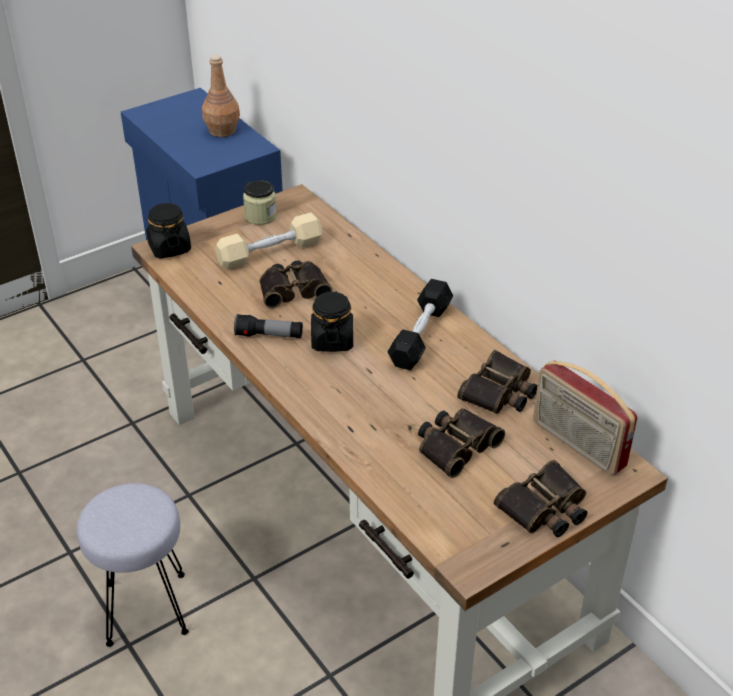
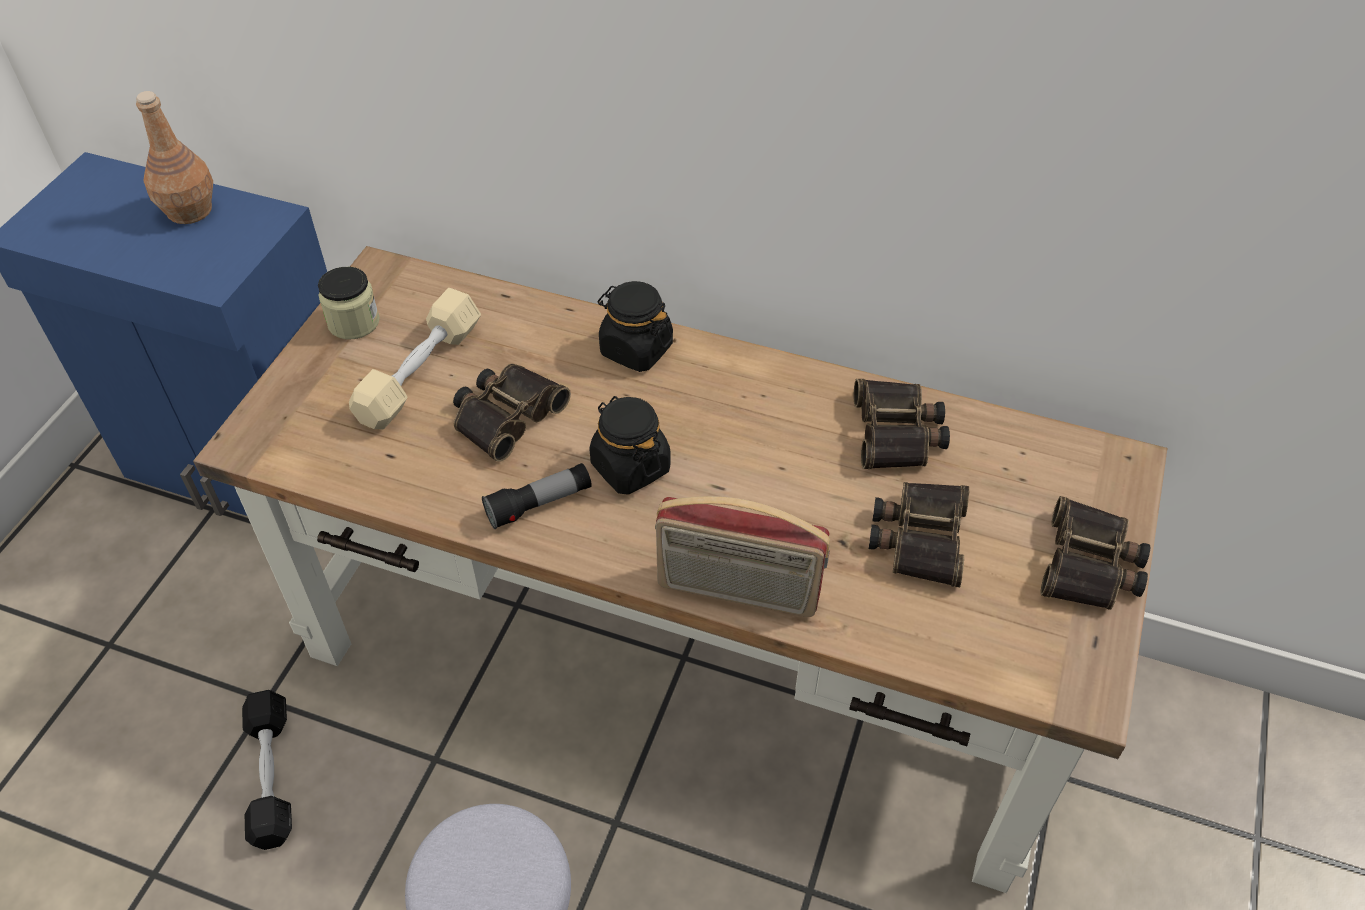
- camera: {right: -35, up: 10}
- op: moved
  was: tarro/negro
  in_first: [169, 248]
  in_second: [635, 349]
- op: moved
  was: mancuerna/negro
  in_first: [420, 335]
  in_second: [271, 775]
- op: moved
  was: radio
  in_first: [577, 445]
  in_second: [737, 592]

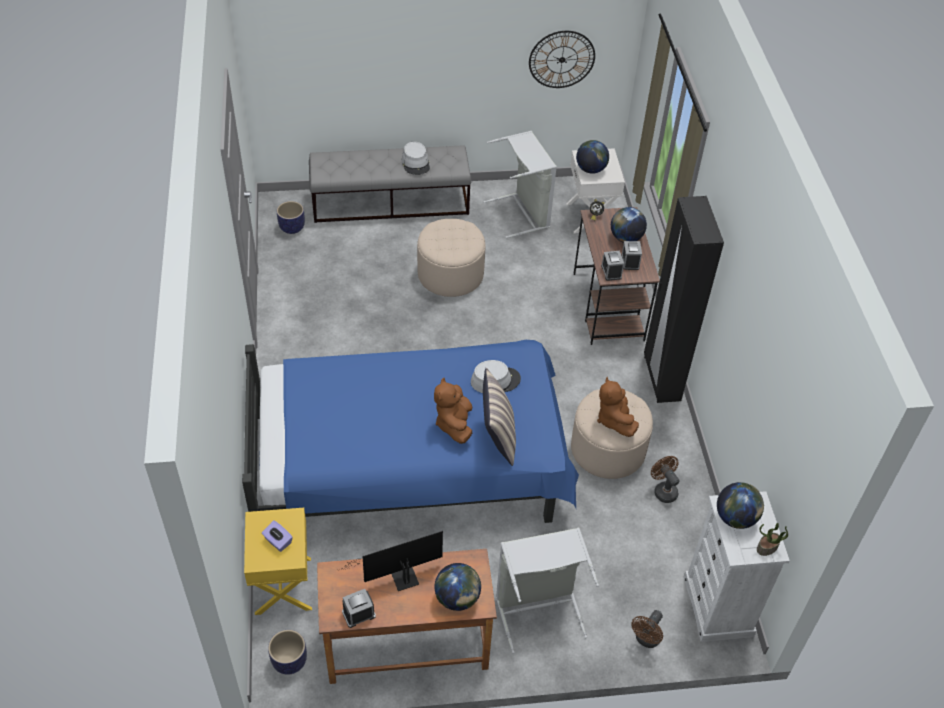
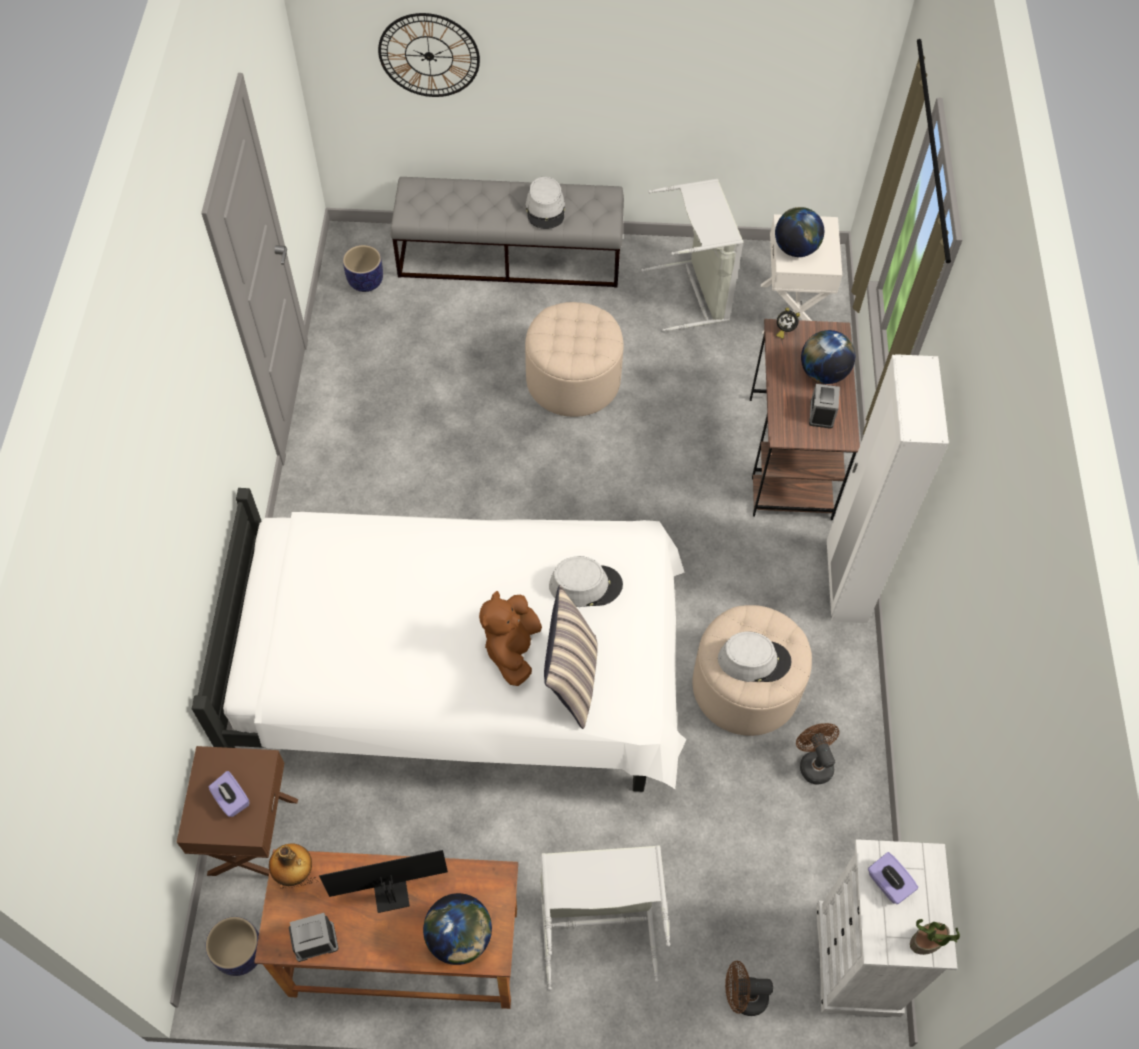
- camera: {right: 10, up: 10}
- op: moved
  was: reloj de pared
  in_first: [562, 59]
  in_second: [429, 55]
- op: recoloured
  was: armario ropero/negro
  now: armario ropero/blanco
  in_first: [661, 378]
  in_second: [845, 583]
- op: removed
  was: despertador
  in_first: [611, 272]
- op: recoloured
  was: cama/azul
  now: cama/blanco
  in_first: [412, 464]
  in_second: [463, 673]
- op: replaced
  was: peluche/marrón
  now: sombrero/gris
  in_first: [614, 419]
  in_second: [754, 660]
- op: replaced
  was: globo terráqueo
  now: caja de pañuelos/morado
  in_first: [735, 518]
  in_second: [888, 883]
- op: recoloured
  was: mesita de noche/amarillo
  now: mesita de noche/marrón
  in_first: [282, 586]
  in_second: [251, 836]
- op: turned
  was: ventilador/marrón
  in_first: [646, 640]
  in_second: [743, 997]
  clockwise: 45
- op: added
  now: botella
  in_second: [294, 872]

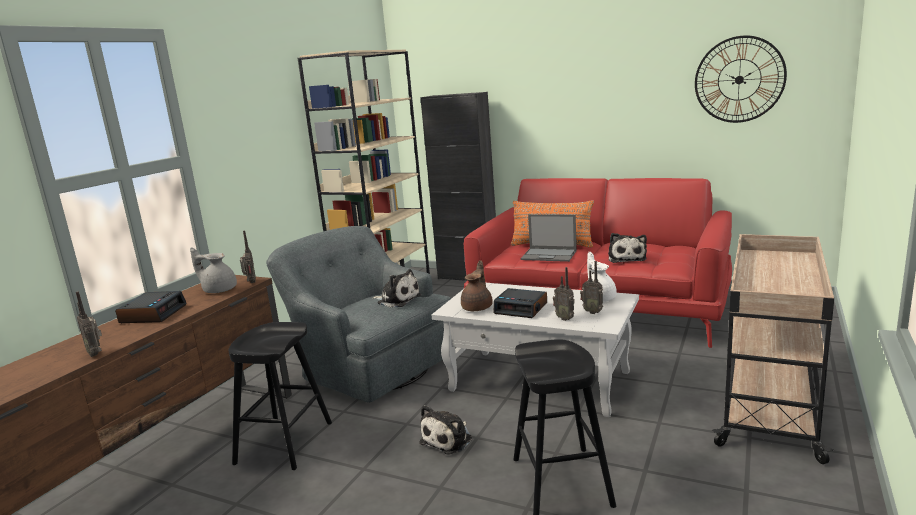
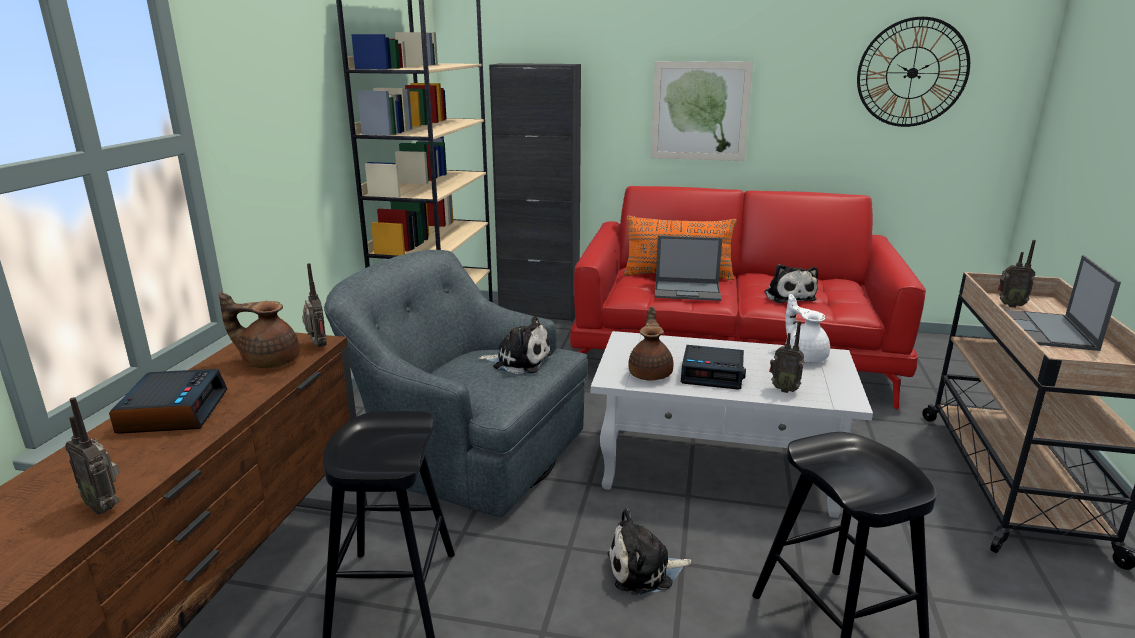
- camera: {right: -15, up: 5}
- op: recoloured
  was: tetera/gris
  now: tetera/marrón
  in_first: [219, 290]
  in_second: [269, 361]
- op: moved
  was: radio
  in_first: [592, 312]
  in_second: [1009, 305]
- op: turned
  was: peluche
  in_first: [448, 440]
  in_second: [644, 570]
  clockwise: 60
- op: added
  now: cuadro
  in_second: [700, 111]
- op: added
  now: portátil
  in_second: [1047, 330]

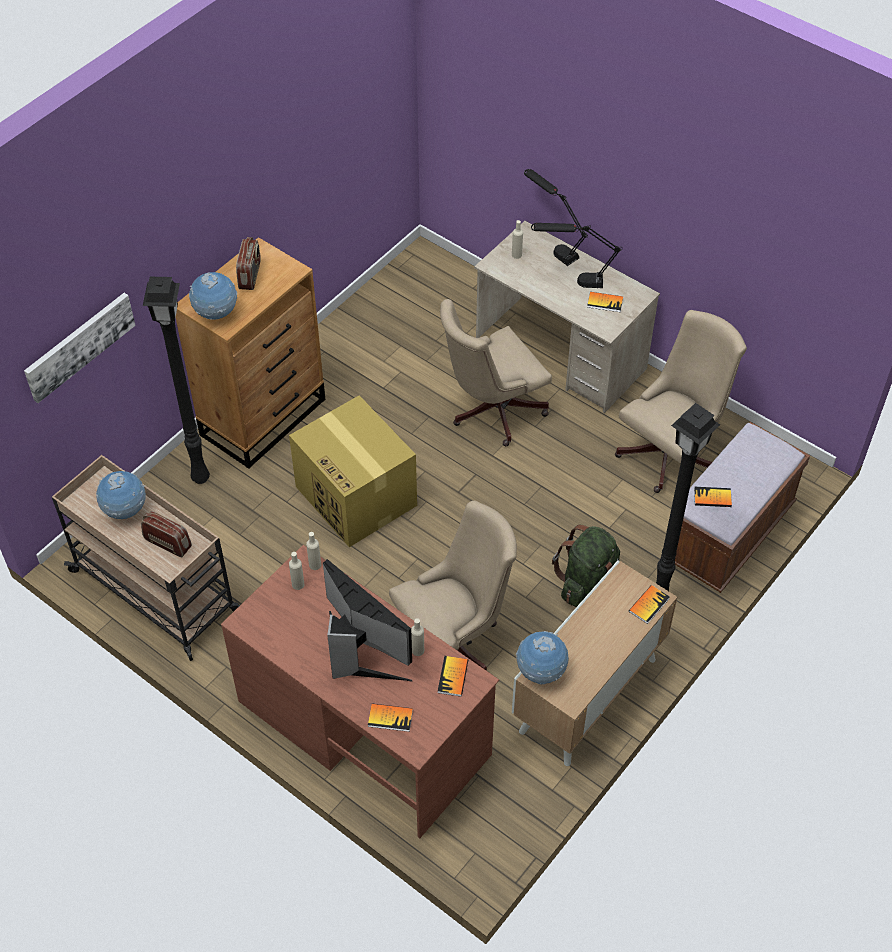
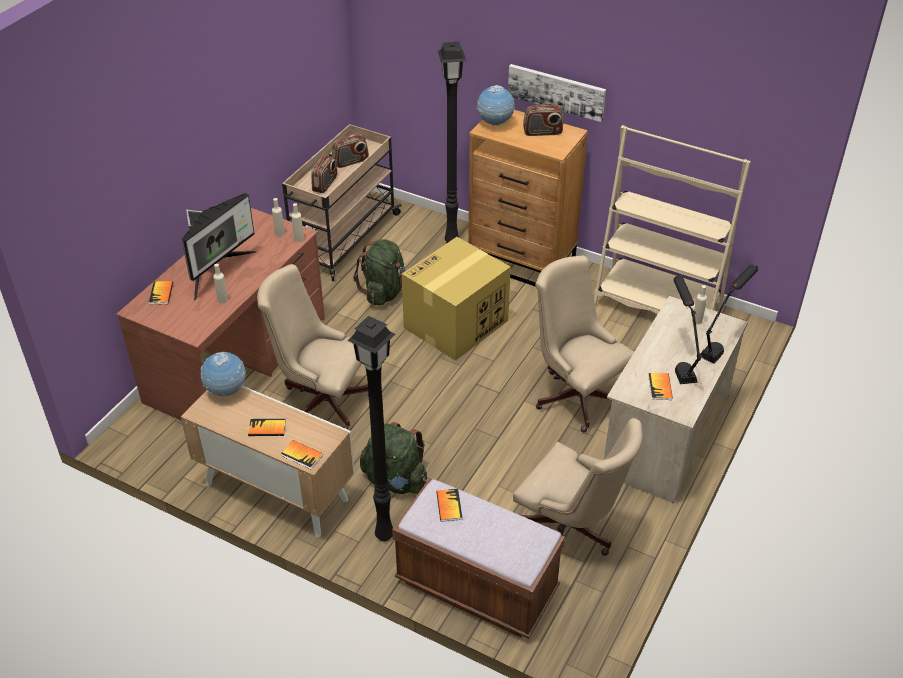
- camera: {right: 80, up: -10}
- op: moved
  was: cuadro
  in_first: [79, 345]
  in_second: [556, 91]
- op: replaced
  was: globo terráqueo
  now: radio
  in_first: [125, 511]
  in_second: [350, 161]
- op: turned
  was: silla de oficina/beis
  in_first: [453, 640]
  in_second: [322, 399]
  clockwise: 150
- op: moved
  was: libro
  in_first: [453, 677]
  in_second: [267, 428]
- op: added
  now: estantería/beis
  in_second: [657, 306]
- op: added
  now: mochila/verde
  in_second: [384, 292]

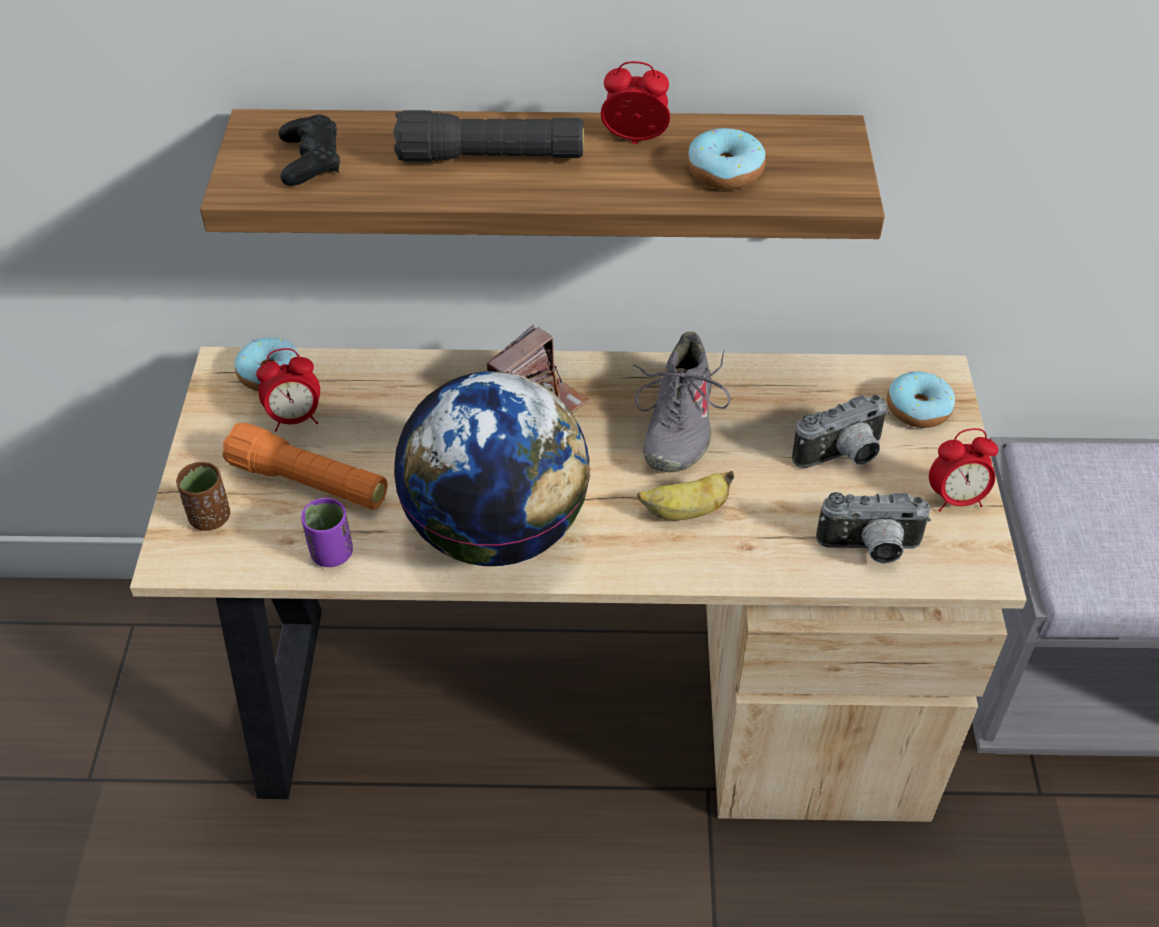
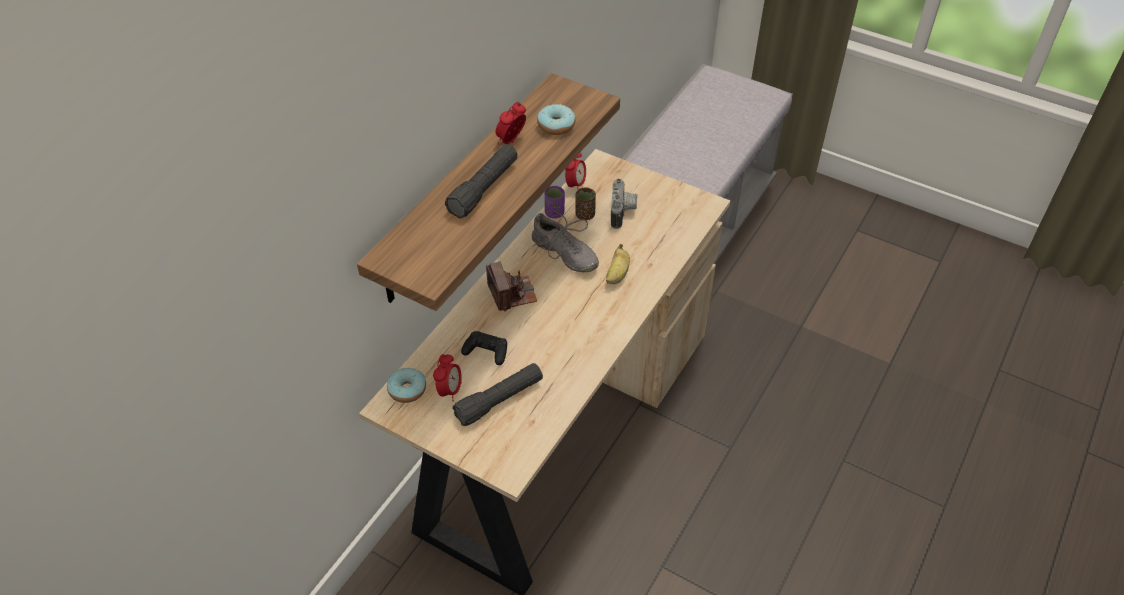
- camera: {right: -60, up: 0}
- op: moved
  was: mando de consola/negro
  in_first: [310, 160]
  in_second: [486, 351]
- op: removed
  was: globo terráqueo
  in_first: [497, 531]
- op: removed
  was: rosquilla
  in_first: [918, 409]
- op: recoloured
  was: linterna/naranja
  now: linterna/negro
  in_first: [309, 483]
  in_second: [499, 400]
- op: moved
  was: despertador
  in_first: [955, 499]
  in_second: [575, 185]
- op: moved
  was: taza/marrón
  in_first: [210, 517]
  in_second: [585, 215]
- op: removed
  was: cámara
  in_first: [870, 550]
- op: moved
  was: taza/morado
  in_first: [332, 553]
  in_second: [554, 213]

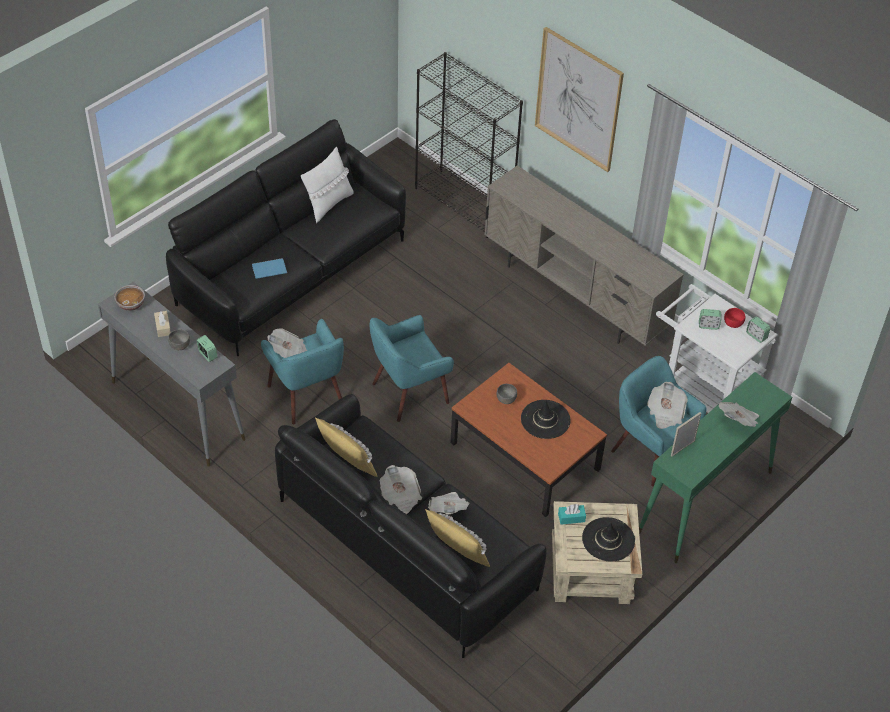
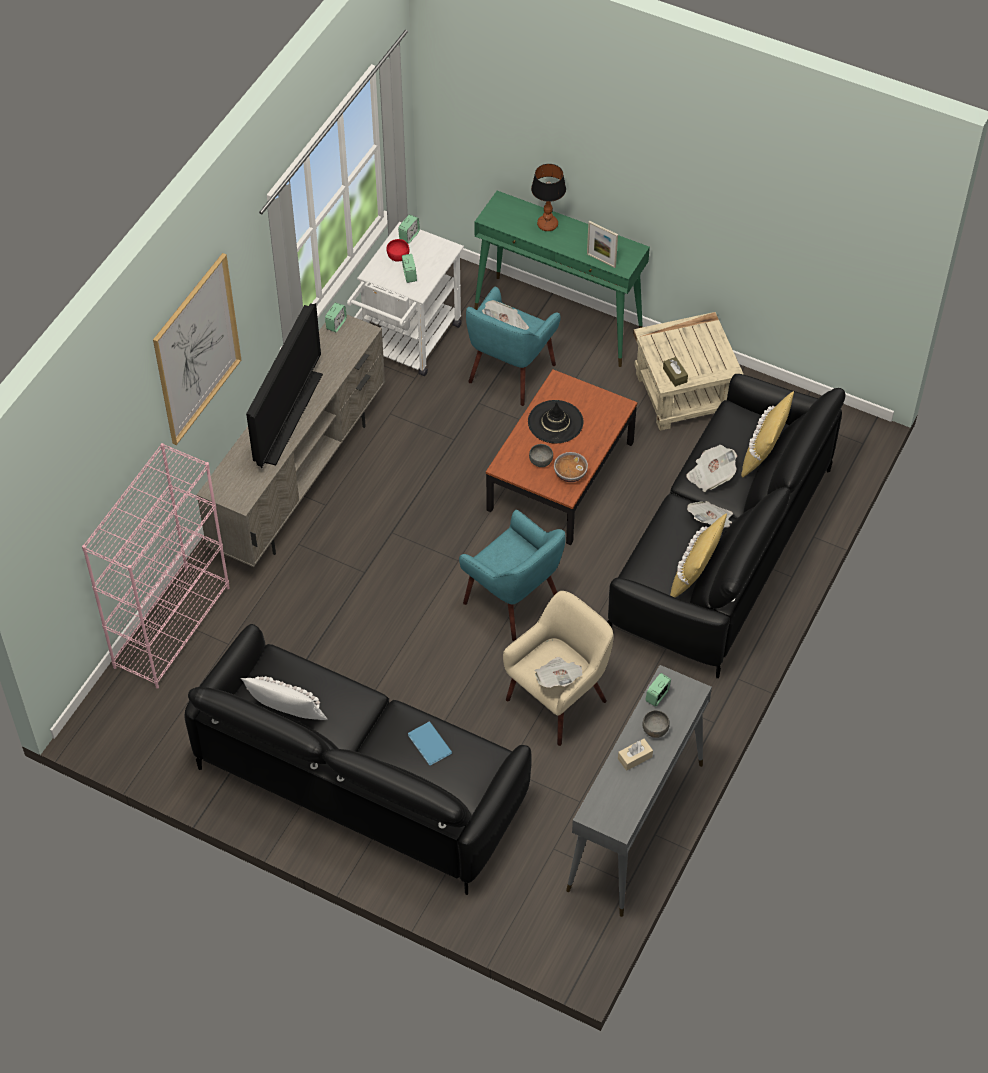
- camera: {right: -105, up: 5}
- op: recoloured
  was: estantería/negro
  now: estantería/rosa
  in_first: [464, 203]
  in_second: [172, 626]
- op: moved
  was: cuenco
  in_first: [131, 304]
  in_second: [570, 474]
- op: recoloured
  was: sillón/turquesa
  now: sillón/beis
  in_first: [307, 395]
  in_second: [558, 700]
- op: replaced
  was: periódico
  now: lámpara de mesa
  in_first: [738, 421]
  in_second: [547, 224]
- op: recoloured
  was: caja de pañuelos/turquesa
  now: caja de pañuelos/marrón
  in_first: [571, 518]
  in_second: [675, 375]
- op: removed
  was: sombrero/negro
  in_first: [608, 539]
- op: added
  now: despertador
  in_second: [336, 324]
- op: added
  now: televisor
  in_second: [288, 416]

